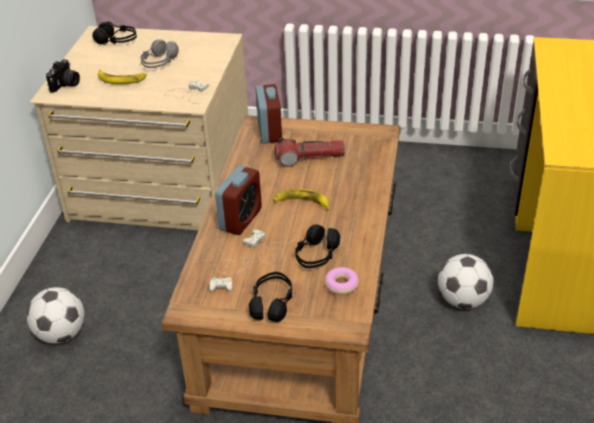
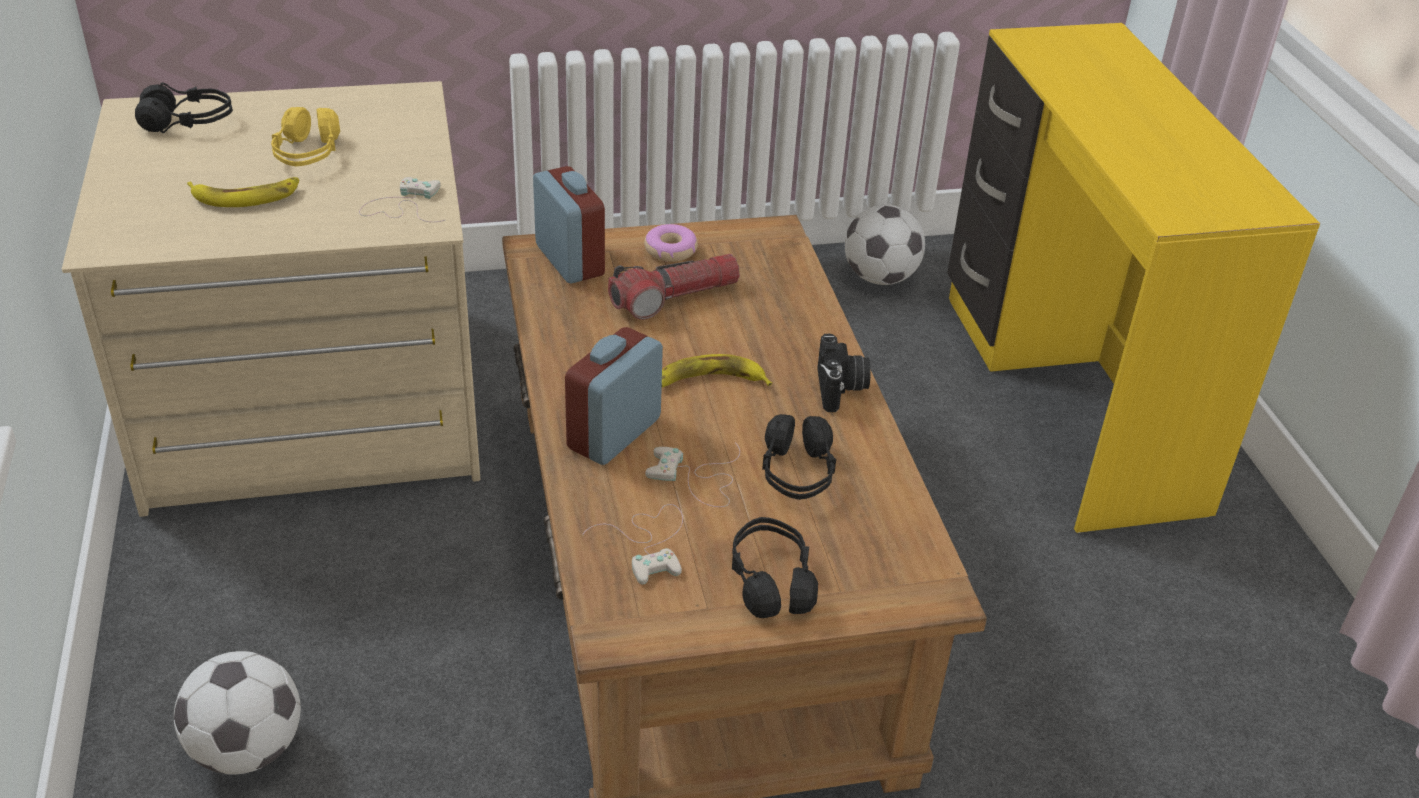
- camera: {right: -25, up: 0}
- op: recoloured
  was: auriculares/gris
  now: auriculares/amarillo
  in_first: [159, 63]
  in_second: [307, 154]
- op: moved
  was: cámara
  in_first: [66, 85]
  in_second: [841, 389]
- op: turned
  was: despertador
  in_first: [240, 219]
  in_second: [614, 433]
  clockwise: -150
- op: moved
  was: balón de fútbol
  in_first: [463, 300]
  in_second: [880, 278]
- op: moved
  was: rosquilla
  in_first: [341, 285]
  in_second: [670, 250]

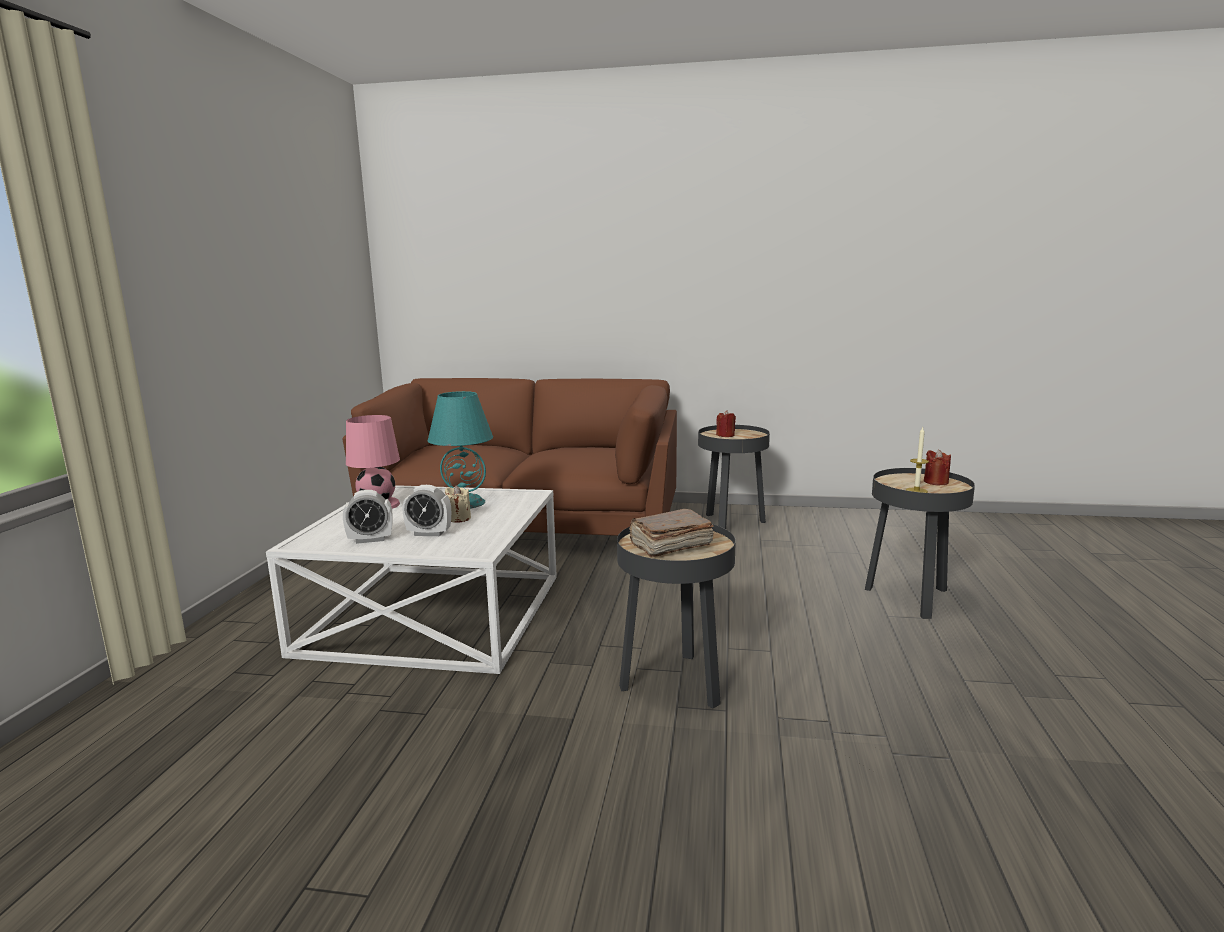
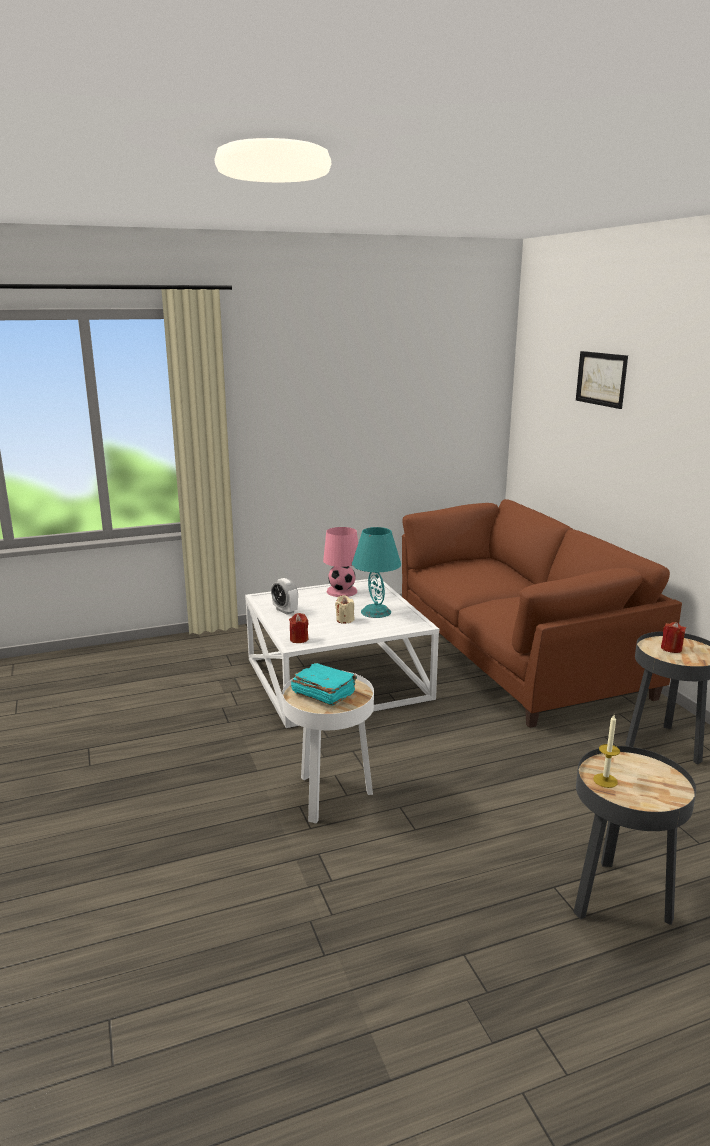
- camera: {right: 60, up: 5}
- op: moved
  was: vela/rojo
  in_first: [936, 482]
  in_second: [299, 639]
- op: removed
  was: despertador
  in_first: [429, 533]
- op: recoloured
  was: libro/marrón
  now: libro/turquesa
  in_first: [669, 546]
  in_second: [323, 693]
- op: recoloured
  was: mesa auxiliar/negro
  now: mesa auxiliar/blanco
  in_first: [675, 682]
  in_second: [330, 796]
- op: added
  now: cuadro
  in_second: [601, 379]

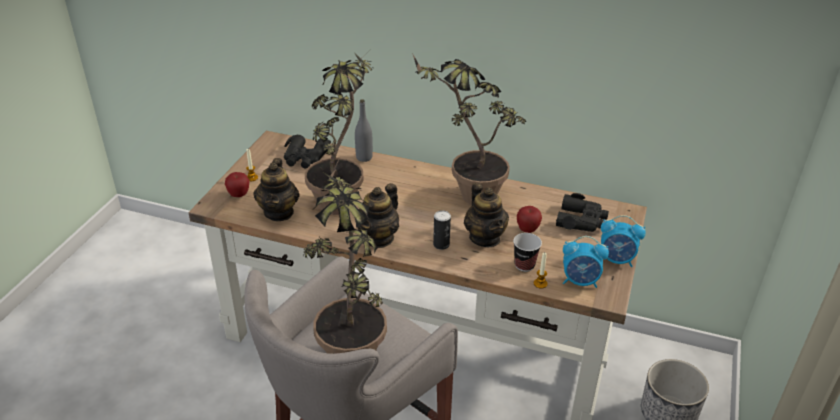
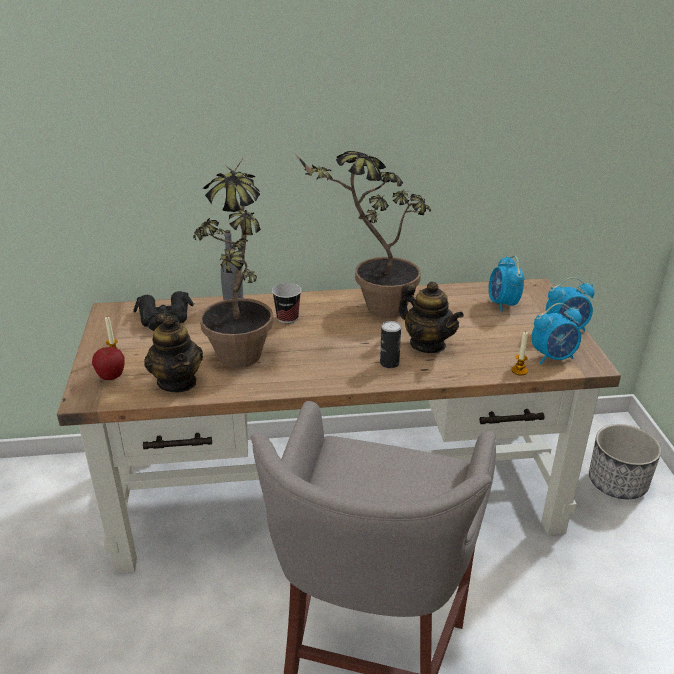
- camera: {right: -25, up: -5}
- op: removed
  was: planta en maceta
  in_first: [350, 344]
- op: removed
  was: tetera
  in_first: [379, 238]
- op: replaced
  was: prismáticos/negro
  now: despertador
  in_first: [581, 220]
  in_second: [503, 304]
- op: removed
  was: manzana
  in_first: [527, 230]
- op: moved
  was: taza
  in_first: [524, 265]
  in_second: [287, 318]

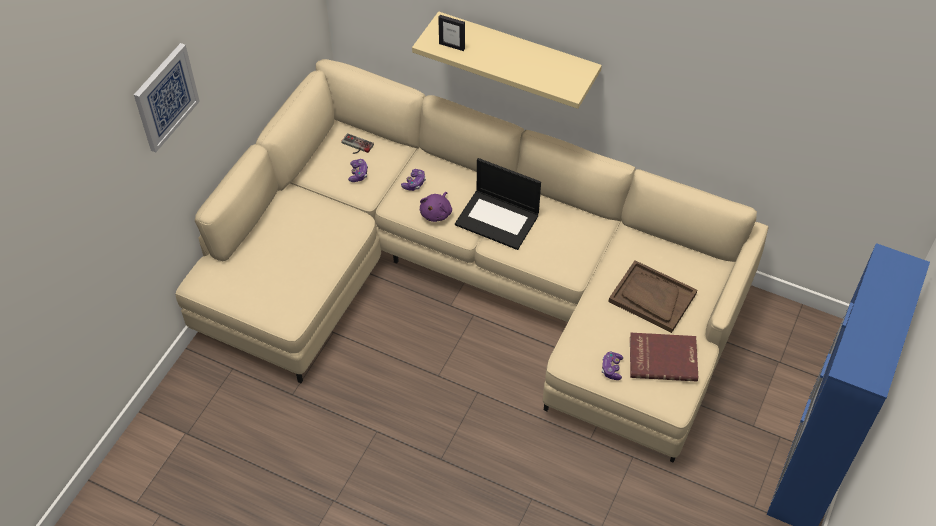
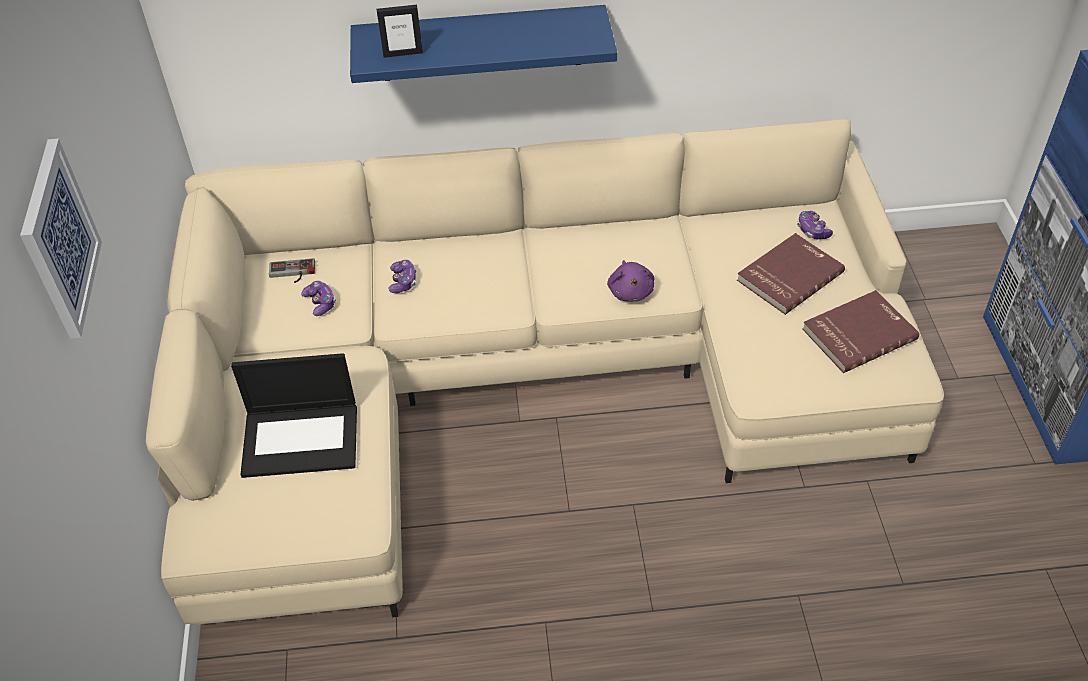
- camera: {right: -30, up: -5}
- op: recoloured
  was: estante/beis
  now: estante/azul
  in_first: [517, 54]
  in_second: [481, 43]
- op: moved
  was: portátil
  in_first: [498, 219]
  in_second: [302, 439]
- op: moved
  was: peluche/morado
  in_first: [437, 213]
  in_second: [630, 291]
- op: replaced
  was: bandeja/marrón
  now: libro/rojo
  in_first: [652, 297]
  in_second: [788, 275]
- op: moved
  was: mando de consola
  in_first: [611, 368]
  in_second: [812, 231]

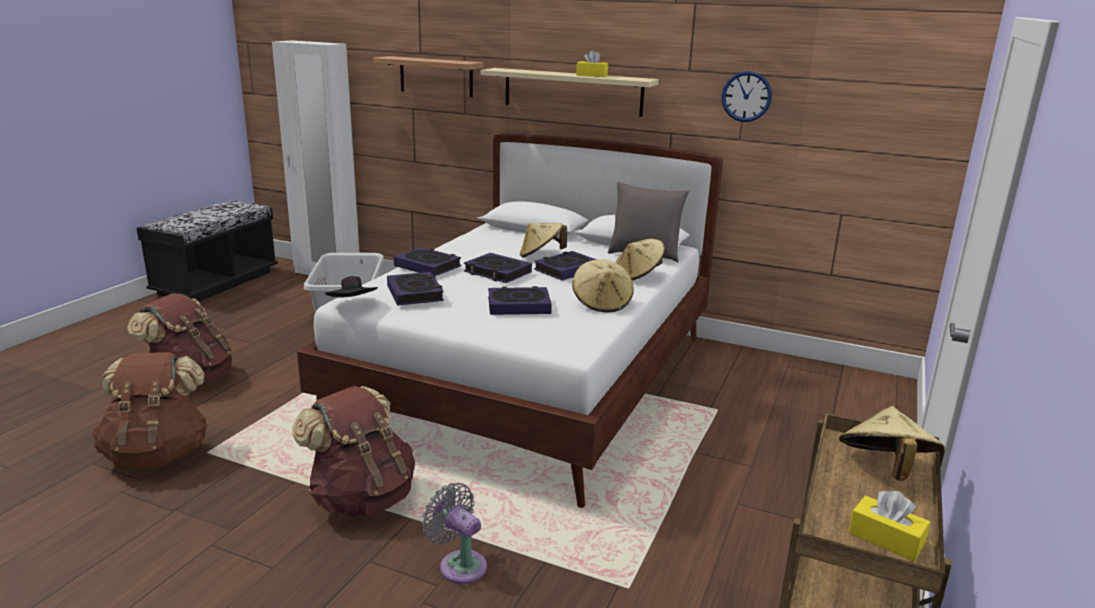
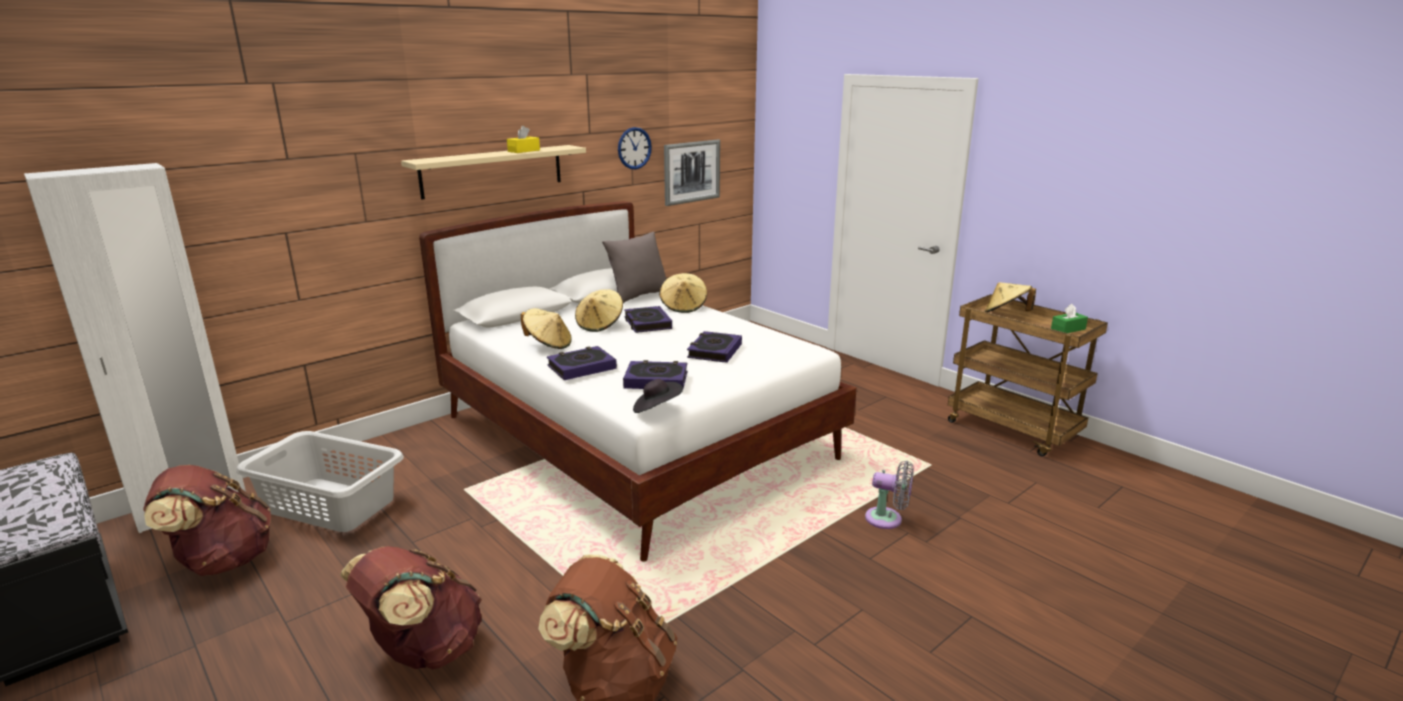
- camera: {right: -65, up: 0}
- op: removed
  was: estante
  in_first: [436, 76]
- op: removed
  was: libro
  in_first: [497, 272]
- op: moved
  was: sombrero/beis
  in_first: [602, 303]
  in_second: [548, 344]
- op: moved
  was: mochila/marrón
  in_first: [362, 498]
  in_second: [222, 561]
- op: turned
  was: ventilador/gris
  in_first: [459, 564]
  in_second: [887, 519]
  clockwise: -135
- op: recoloured
  was: caja de pañuelos/amarillo
  now: caja de pañuelos/verde
  in_first: [886, 539]
  in_second: [1068, 329]
- op: added
  now: cuadro
  in_second: [691, 172]

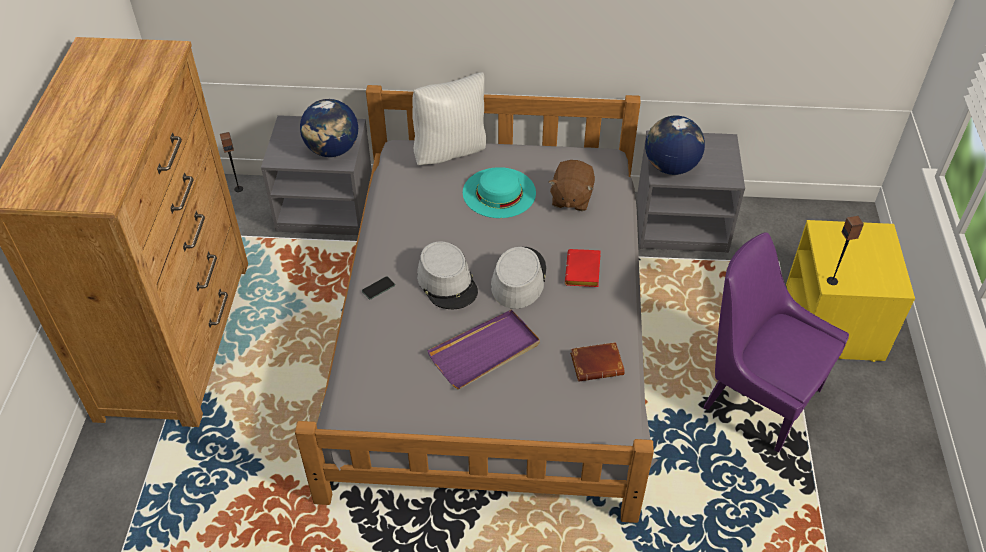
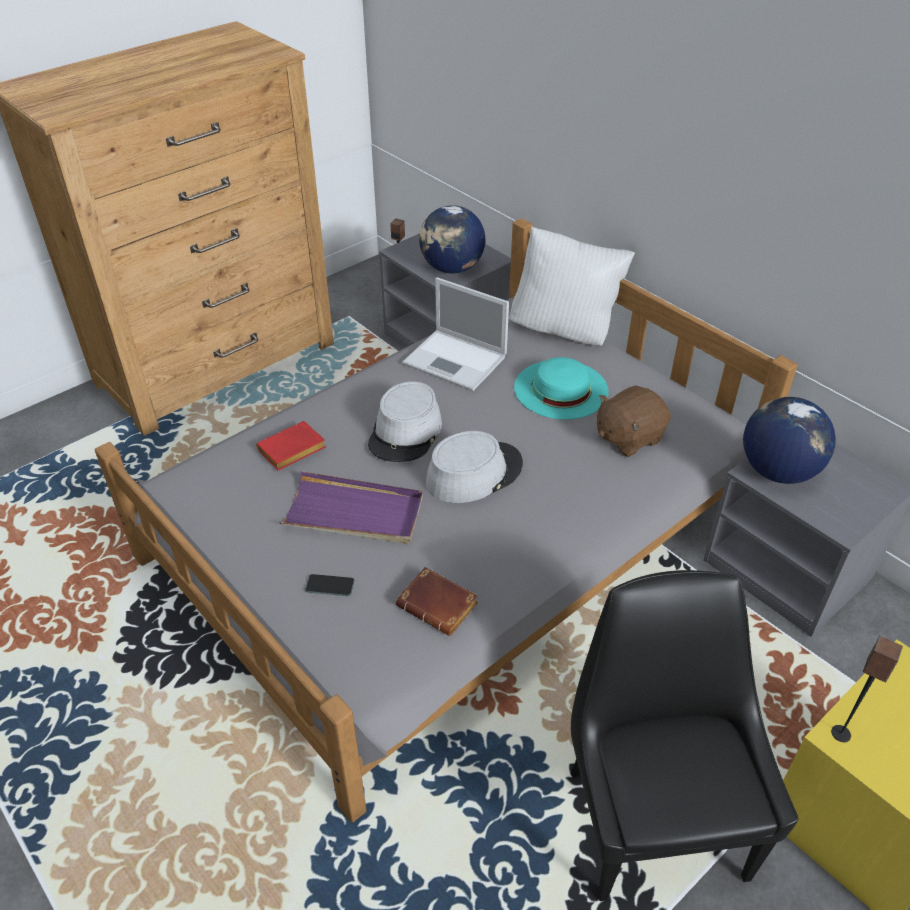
- camera: {right: 45, up: -5}
- op: recoloured
  was: silla/morado
  now: silla/negro
  in_first: [757, 396]
  in_second: [654, 817]
- op: moved
  was: libro/rojo
  in_first: [584, 272]
  in_second: [291, 451]
- op: moved
  was: móvil
  in_first: [378, 288]
  in_second: [330, 585]
- op: added
  now: portátil
  in_second: [456, 360]

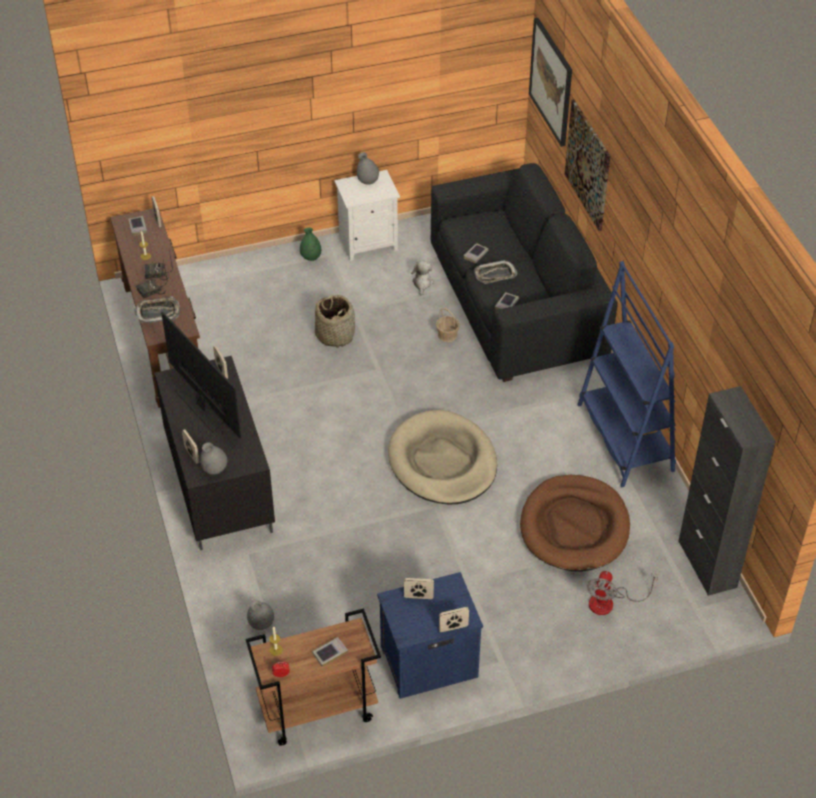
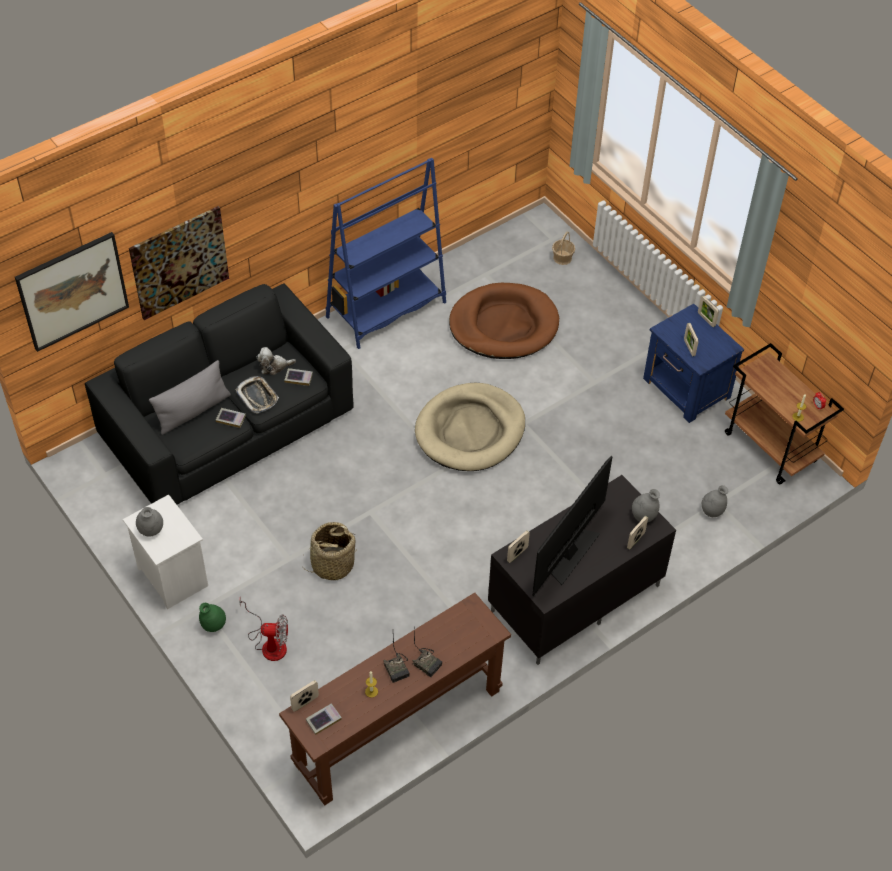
- camera: {right: -110, up: 5}
- op: moved
  was: peluche
  in_first: [422, 283]
  in_second: [274, 366]
- op: removed
  was: bandeja
  in_first: [158, 312]
- op: moved
  was: cesta
  in_first: [447, 335]
  in_second: [562, 258]
- op: removed
  was: armario/negro
  in_first: [707, 564]
- op: moved
  was: ventilador
  in_first: [609, 602]
  in_second: [269, 643]
- op: removed
  was: libro
  in_first: [330, 653]
- op: added
  now: cojín/gris
  in_second: [193, 411]

